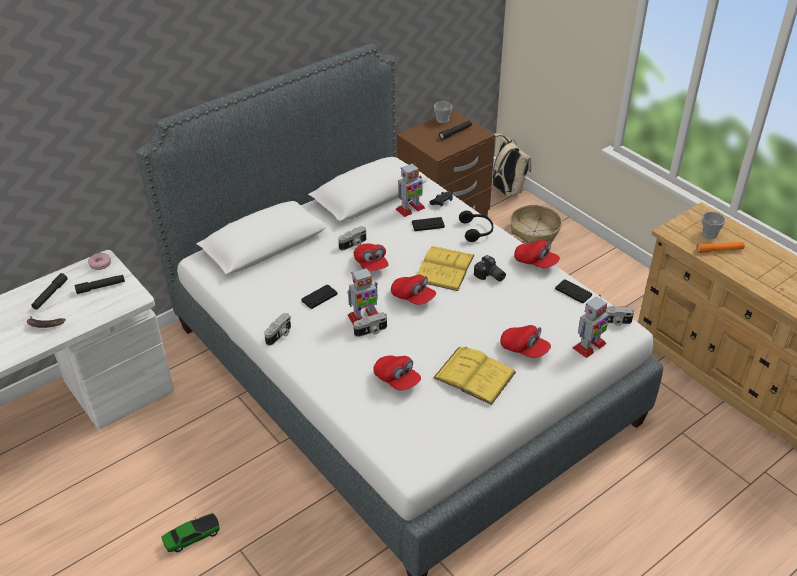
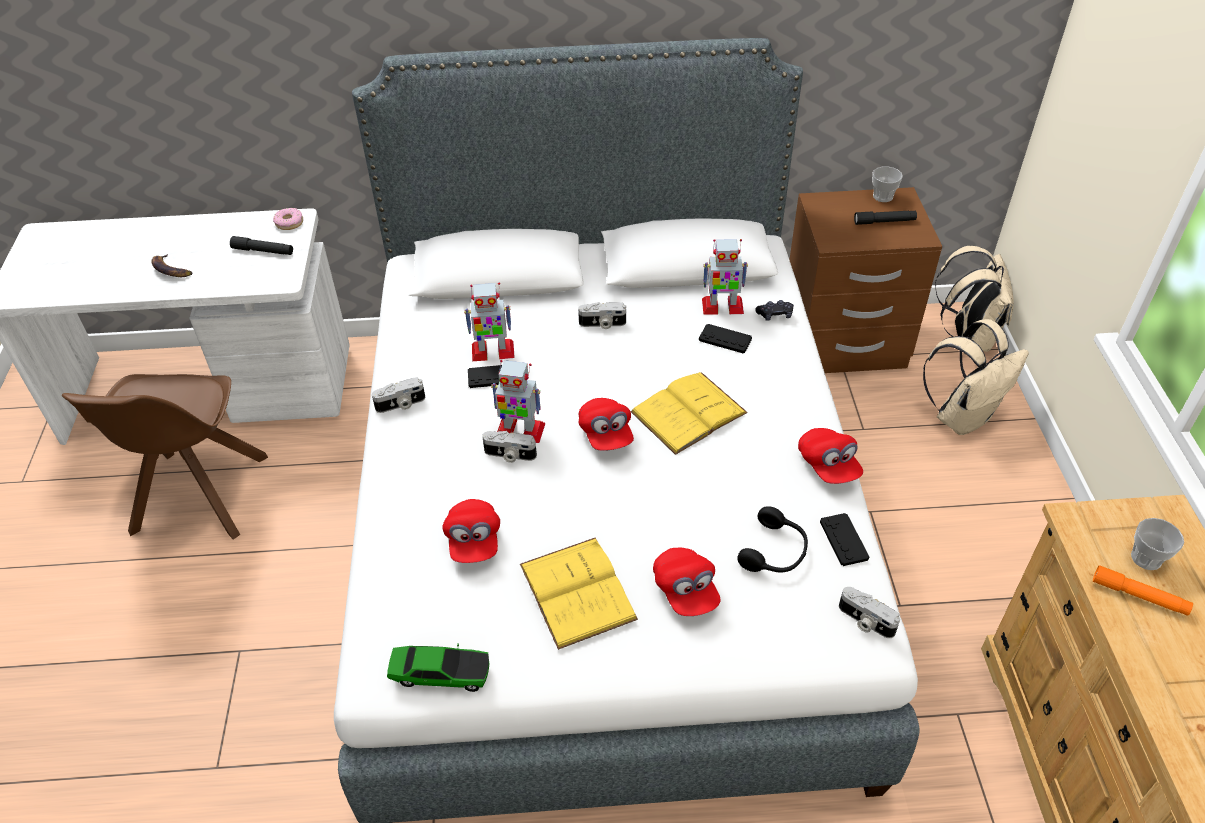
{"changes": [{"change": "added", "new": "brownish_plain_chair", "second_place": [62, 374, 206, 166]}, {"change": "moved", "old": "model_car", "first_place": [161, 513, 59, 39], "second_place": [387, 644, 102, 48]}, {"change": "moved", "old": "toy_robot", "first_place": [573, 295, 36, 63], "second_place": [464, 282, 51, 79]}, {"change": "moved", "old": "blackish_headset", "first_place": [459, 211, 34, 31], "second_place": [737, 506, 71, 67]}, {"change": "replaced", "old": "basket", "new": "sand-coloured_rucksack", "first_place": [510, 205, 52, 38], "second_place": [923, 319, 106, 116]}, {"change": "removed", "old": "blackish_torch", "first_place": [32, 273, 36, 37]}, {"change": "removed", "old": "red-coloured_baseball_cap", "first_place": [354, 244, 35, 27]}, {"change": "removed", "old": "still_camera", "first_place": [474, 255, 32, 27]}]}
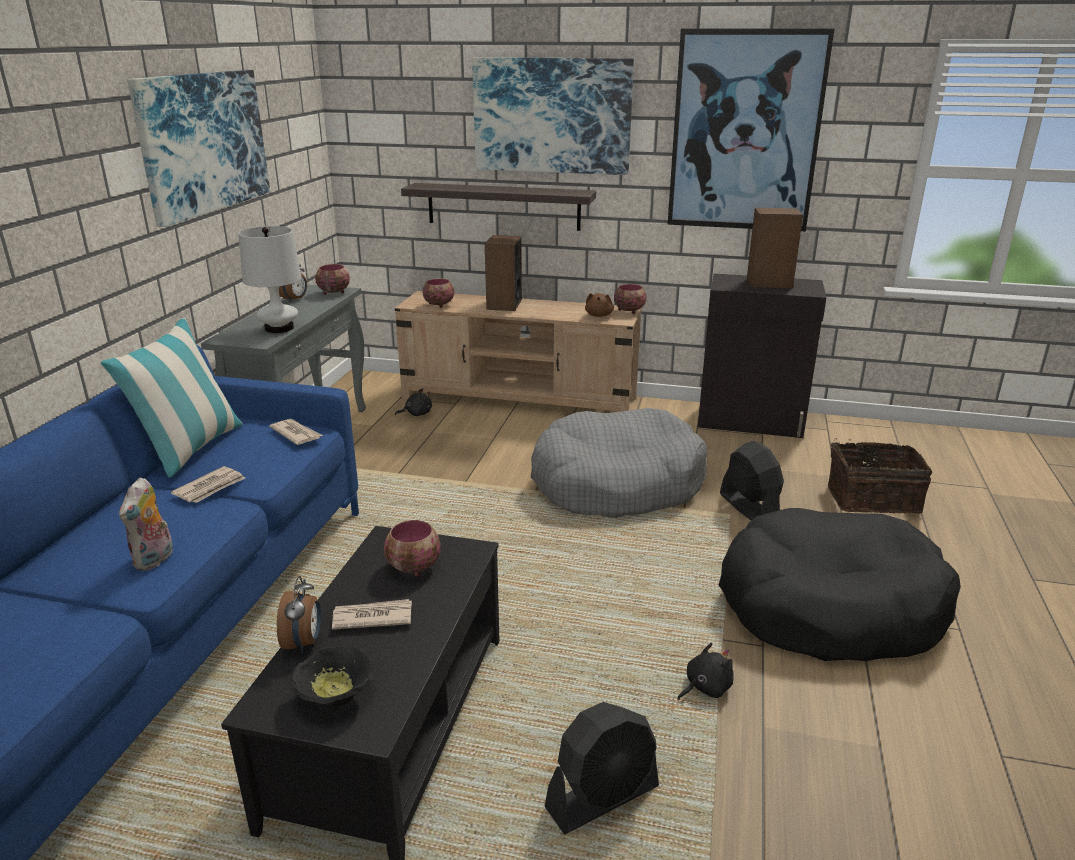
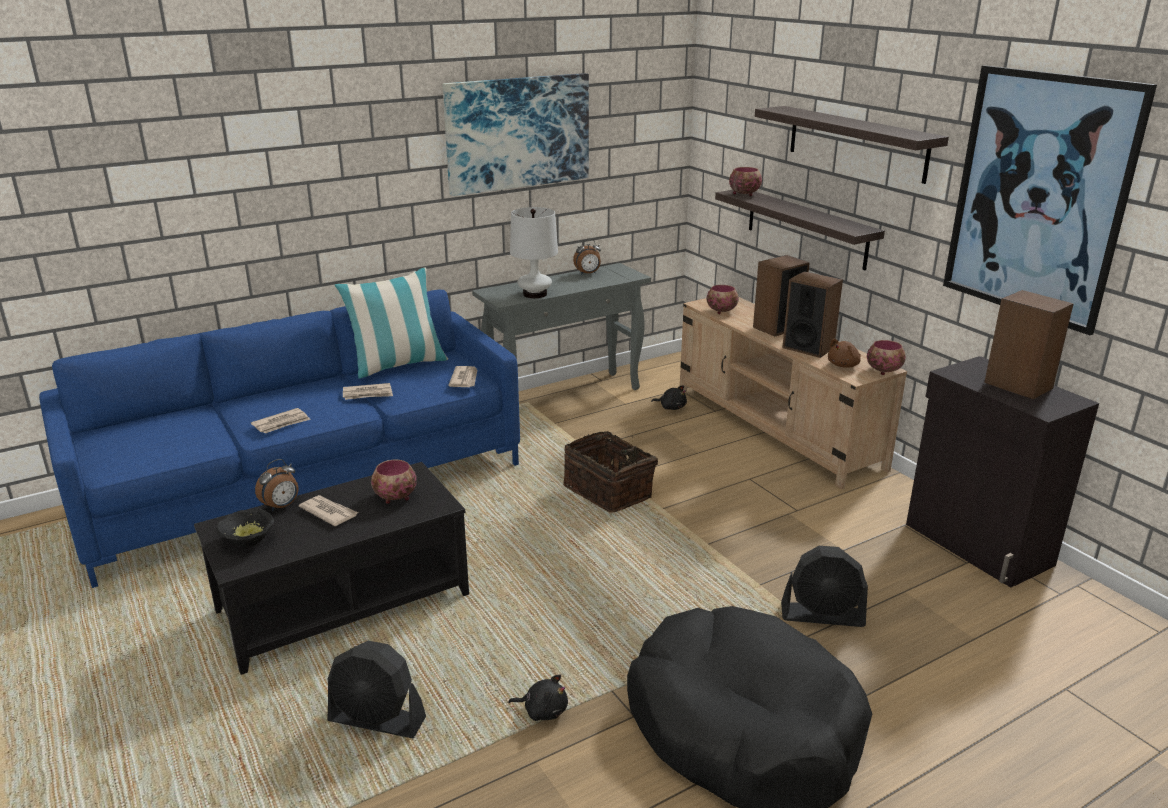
{"changes": [{"change": "replaced", "old": "plush_toy", "new": "printed_paper", "first_place": [119, 477, 54, 94], "second_place": [251, 408, 60, 25]}, {"change": "moved", "old": "basket", "first_place": [828, 438, 104, 76], "second_place": [563, 431, 95, 81]}, {"change": "moved", "old": "serving_bowl", "first_place": [315, 264, 35, 31], "second_place": [729, 167, 33, 29]}, {"change": "replaced", "old": "picture", "new": "shelf", "first_place": [472, 57, 162, 118], "second_place": [755, 106, 194, 78]}, {"change": "turned", "old": "blackish_cooling_fan", "first_place": [720, 441, 64, 80], "second_place": [781, 546, 87, 81], "degrees": 75}, {"change": "added", "new": "audio_speaker", "second_place": [782, 271, 61, 87]}, {"change": "removed", "old": "greyish_dog_cushion", "first_place": [531, 408, 177, 110]}]}
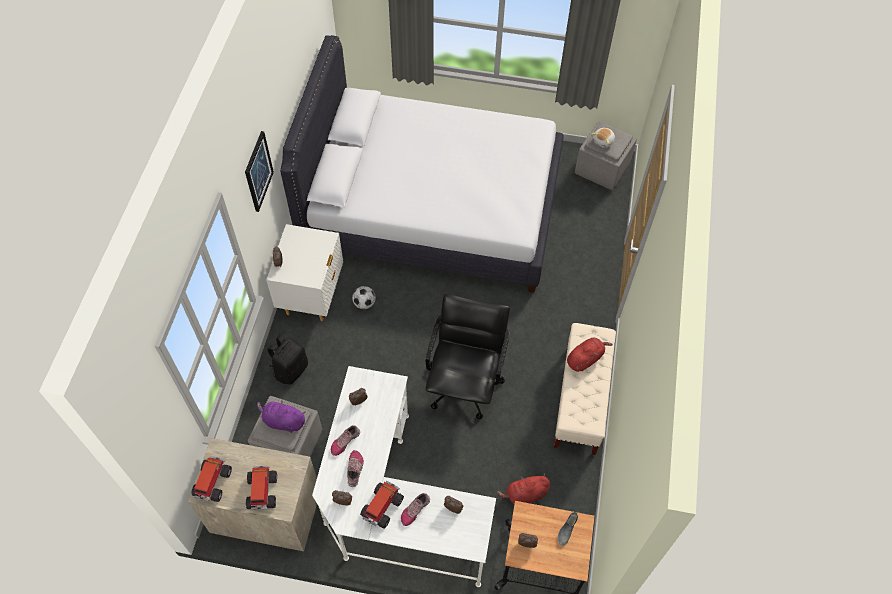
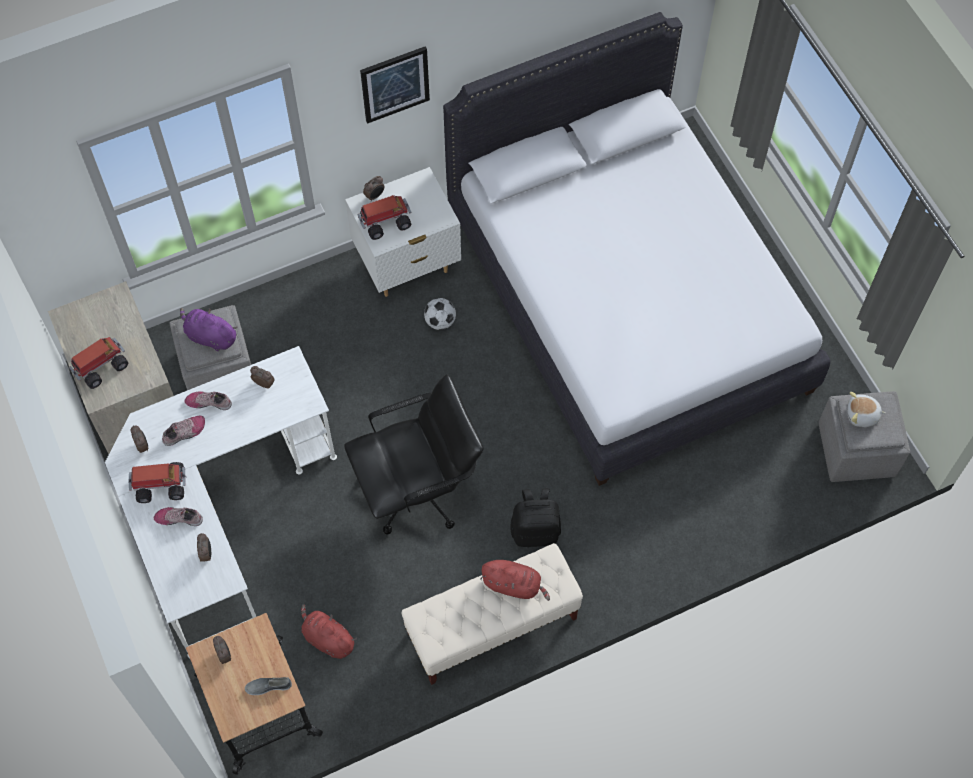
{"changes": [{"change": "turned", "old": "purplish_plush_toy", "first_place": [257, 400, 49, 33], "second_place": [180, 308, 58, 43], "degrees": -45}, {"change": "moved", "old": "toy_lorry", "first_place": [191, 456, 41, 46], "second_place": [357, 195, 54, 45]}, {"change": "moved", "old": "blackish_rucksack", "first_place": [267, 335, 41, 50], "second_place": [510, 488, 51, 59]}]}
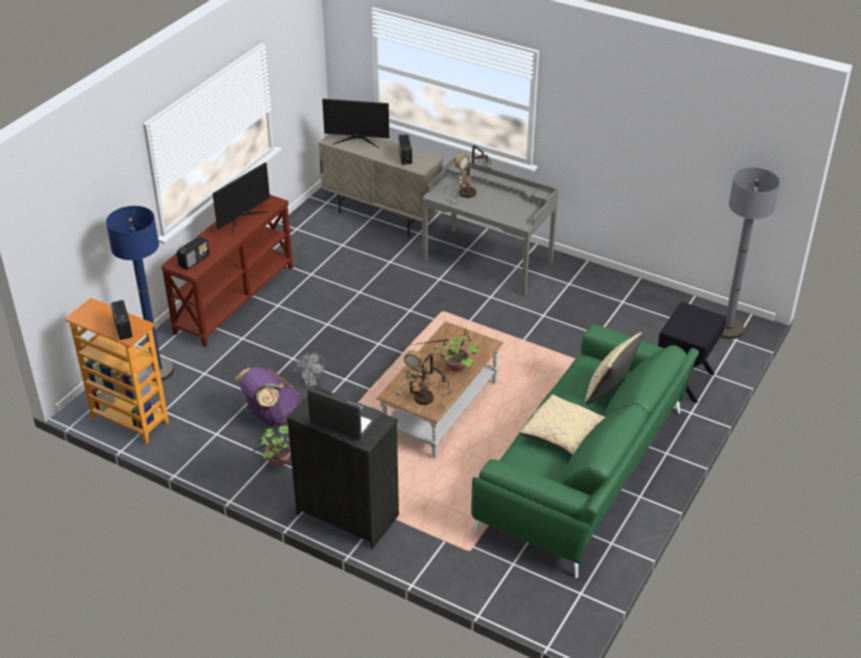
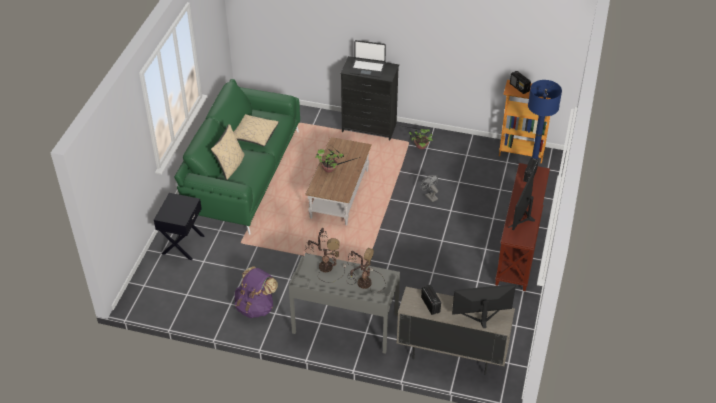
{"changes": [{"change": "moved", "old": "purplish_rucksack", "first_place": [235, 367, 65, 59], "second_place": [234, 266, 44, 52]}, {"change": "moved", "old": "tabletop_lamp", "first_place": [396, 350, 54, 55], "second_place": [305, 228, 41, 55]}, {"change": "removed", "old": "greyish_floor_lamp", "first_place": [721, 167, 59, 172]}]}
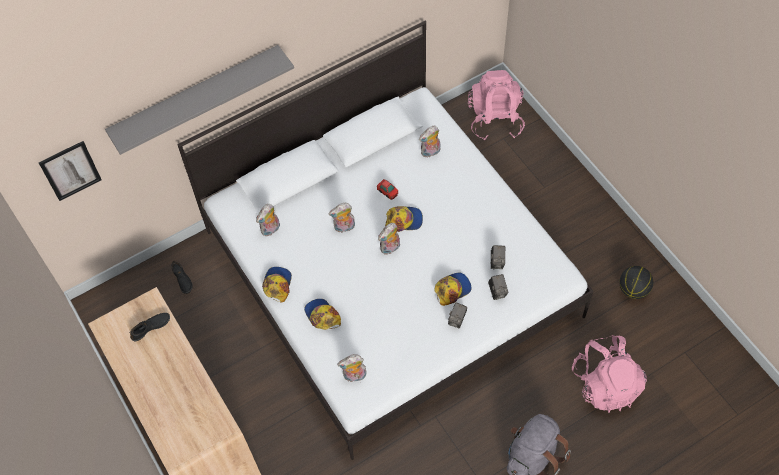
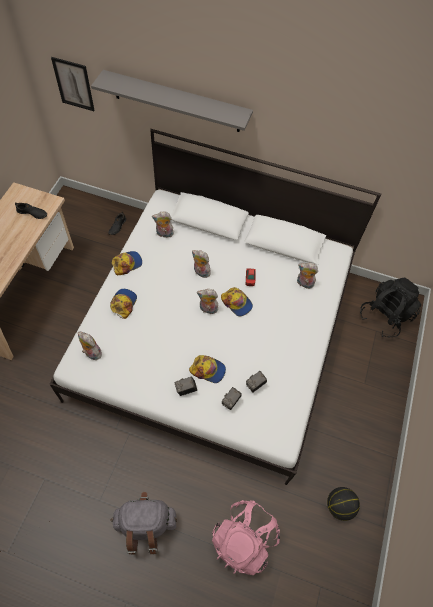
{"changes": [{"change": "recoloured", "old": "pinkish_rucksack", "new": "blackish_rucksack", "first_place": [468, 70, 57, 70], "second_place": [360, 277, 61, 61]}]}
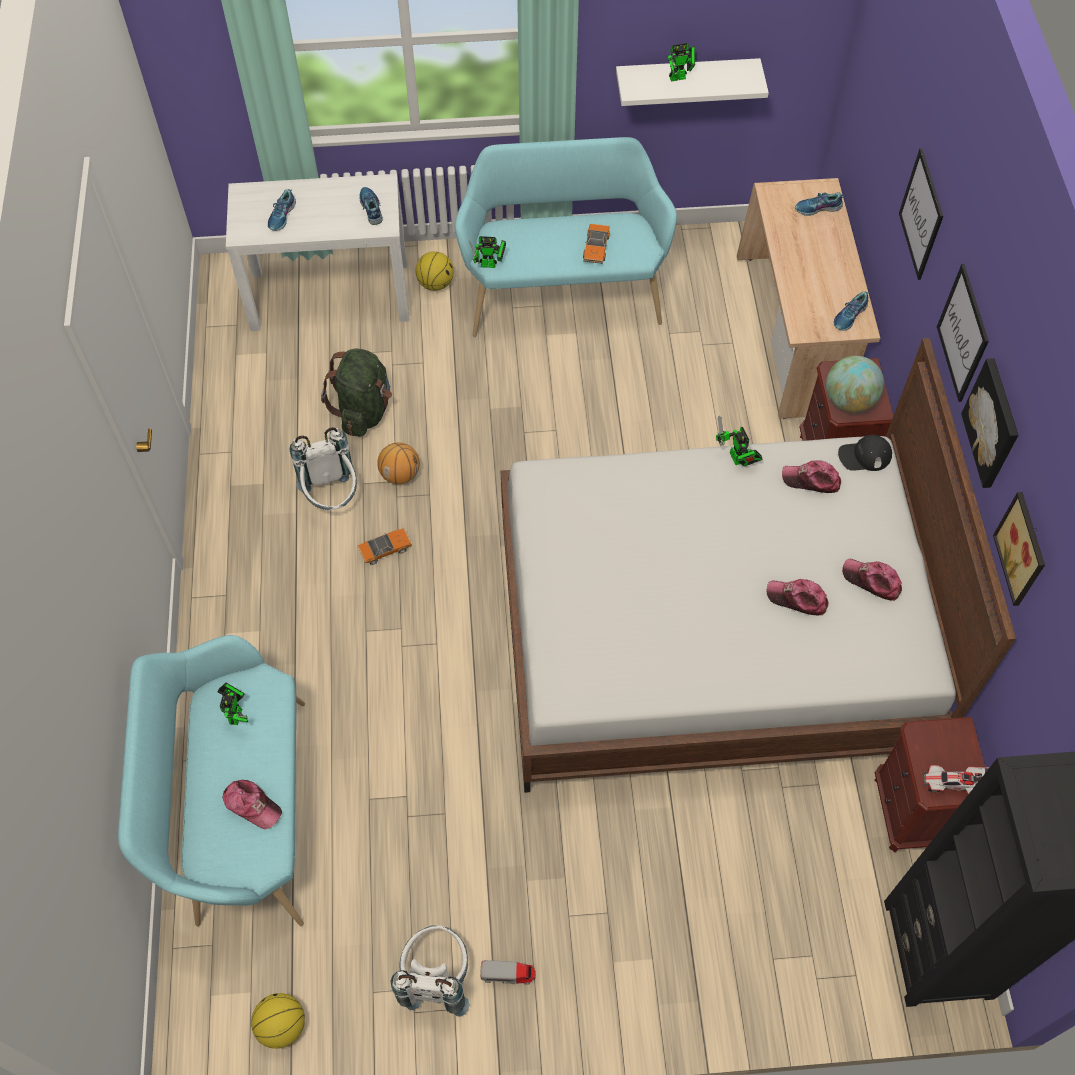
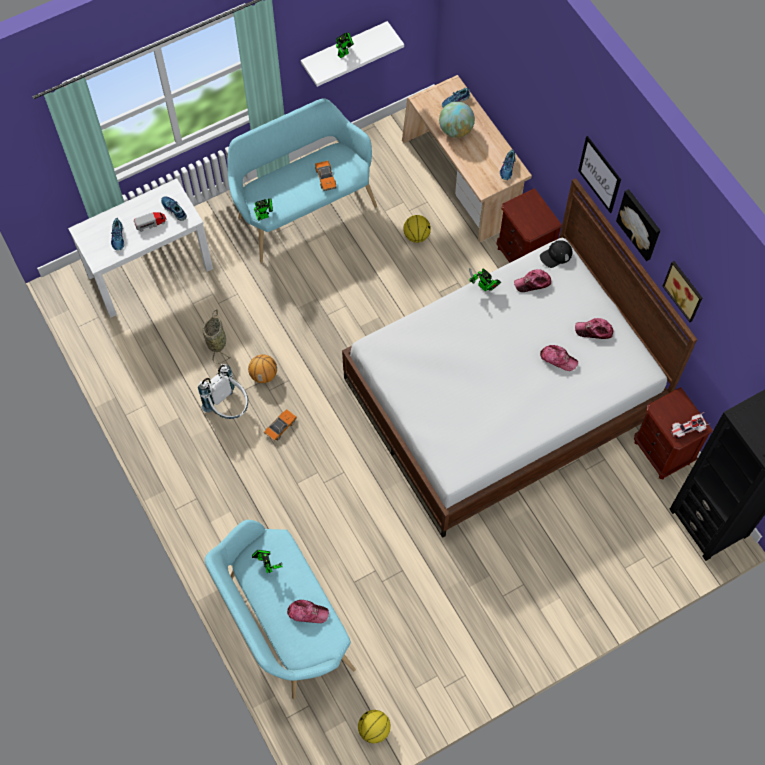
{"changes": [{"change": "moved", "old": "toy_lorry", "first_place": [480, 960, 56, 25], "second_place": [134, 212, 32, 20]}, {"change": "replaced", "old": "green_rucksack", "new": "basket", "first_place": [321, 349, 71, 88], "second_place": [203, 310, 28, 54]}, {"change": "moved", "old": "basketball", "first_place": [415, 251, 39, 40], "second_place": [403, 215, 28, 28]}, {"change": "moved", "old": "desk_globe", "first_place": [826, 356, 58, 57], "second_place": [439, 101, 36, 37]}, {"change": "turned", "old": "baseball_cap", "first_place": [767, 579, 62, 36], "second_place": [540, 345, 38, 26], "degrees": -150}, {"change": "removed", "old": "whitish_rucksack", "first_place": [391, 925, 79, 92]}, {"change": "removed", "old": "picture", "first_place": [899, 148, 44, 132]}]}
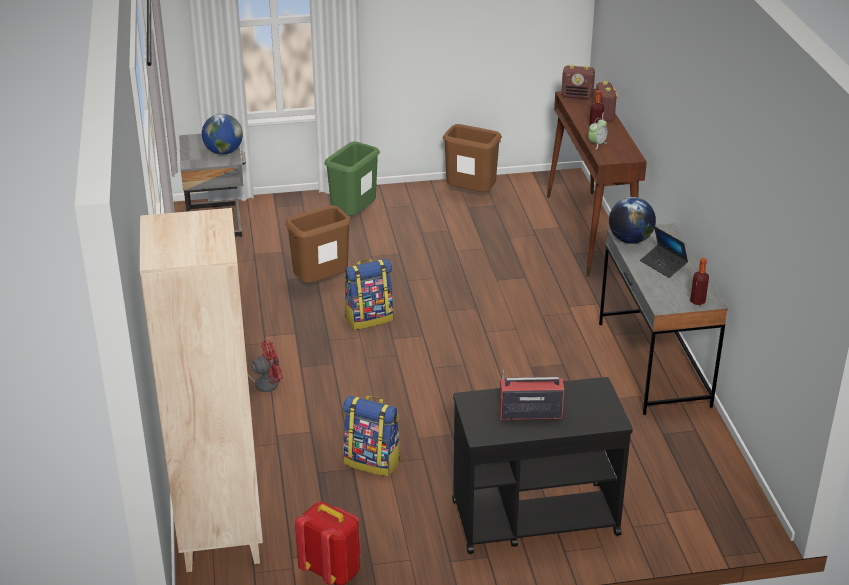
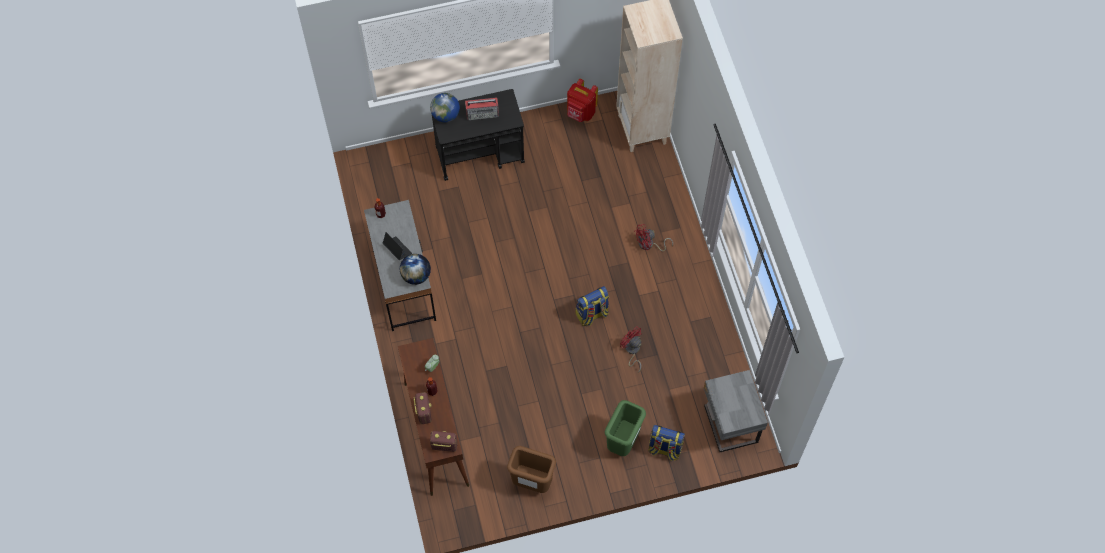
{"changes": [{"change": "moved", "old": "desk_globe", "first_place": [202, 114, 41, 41], "second_place": [430, 93, 30, 29]}, {"change": "replaced", "old": "brownish_waste_bin", "new": "red-coloured_cooling_fan", "first_place": [285, 205, 66, 78], "second_place": [620, 327, 22, 46]}, {"change": "moved", "old": "rucksack", "first_place": [343, 395, 57, 81], "second_place": [648, 425, 37, 36]}]}
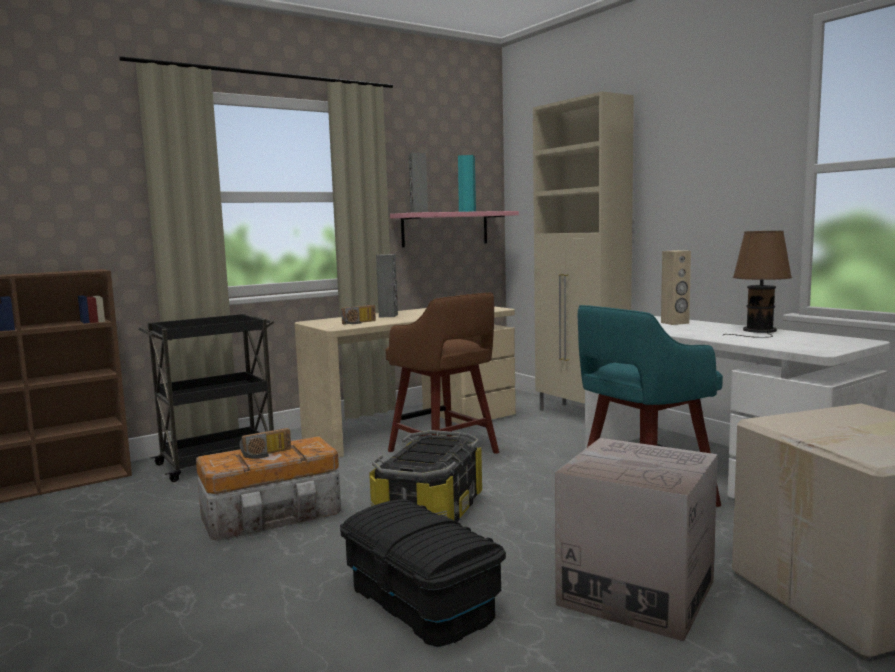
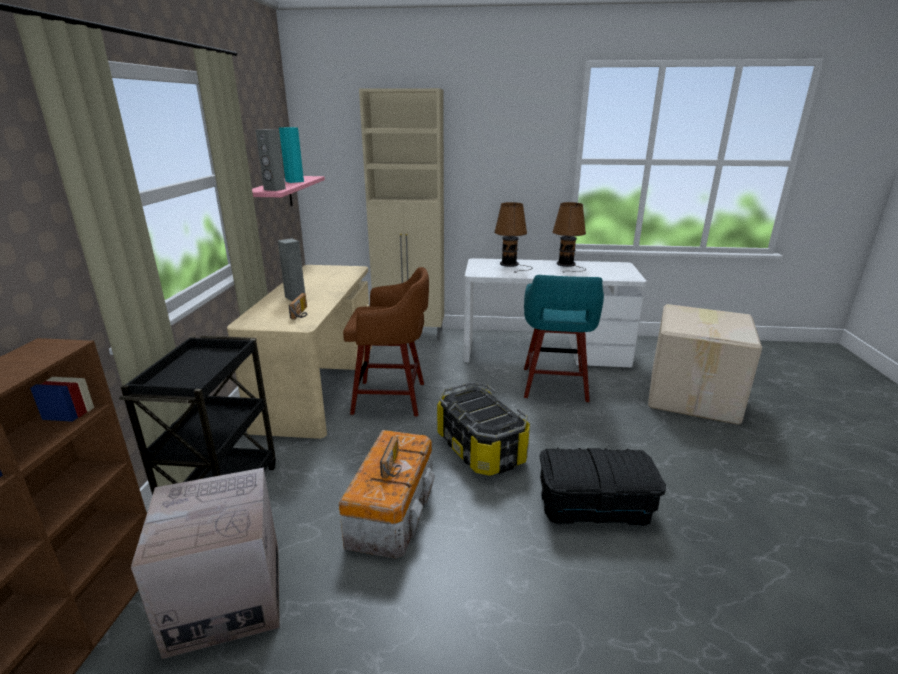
{"changes": [{"change": "moved", "old": "cardboard_box", "first_place": [555, 438, 163, 204], "second_place": [131, 468, 149, 191]}, {"change": "replaced", "old": "sand-coloured_audio_speaker", "new": "brownish_tabletop_lamp", "first_place": [661, 250, 30, 75], "second_place": [494, 202, 37, 71]}]}
